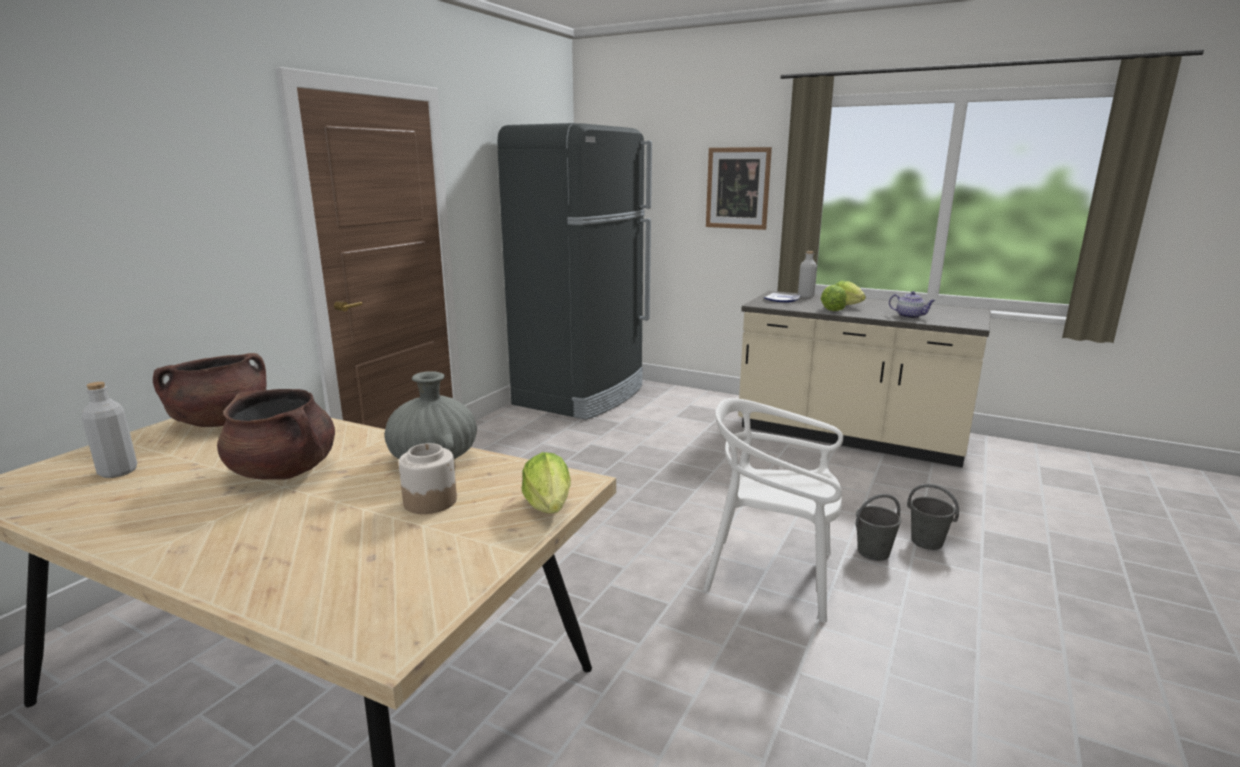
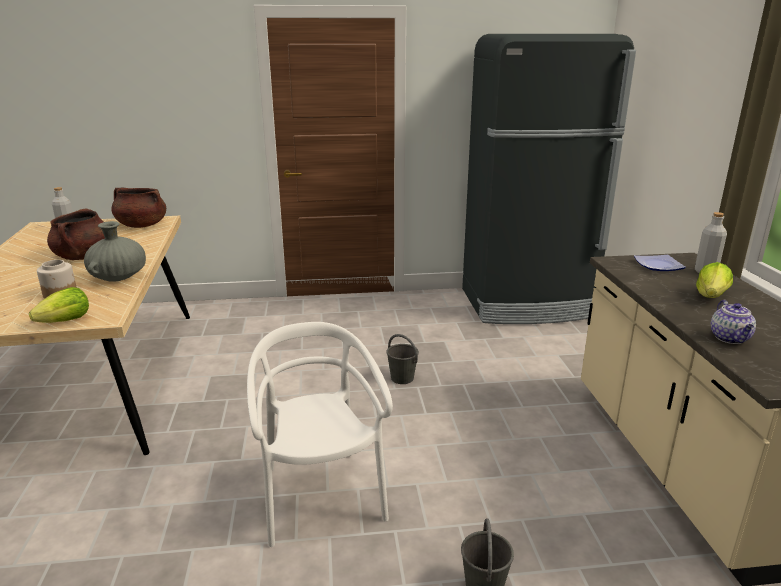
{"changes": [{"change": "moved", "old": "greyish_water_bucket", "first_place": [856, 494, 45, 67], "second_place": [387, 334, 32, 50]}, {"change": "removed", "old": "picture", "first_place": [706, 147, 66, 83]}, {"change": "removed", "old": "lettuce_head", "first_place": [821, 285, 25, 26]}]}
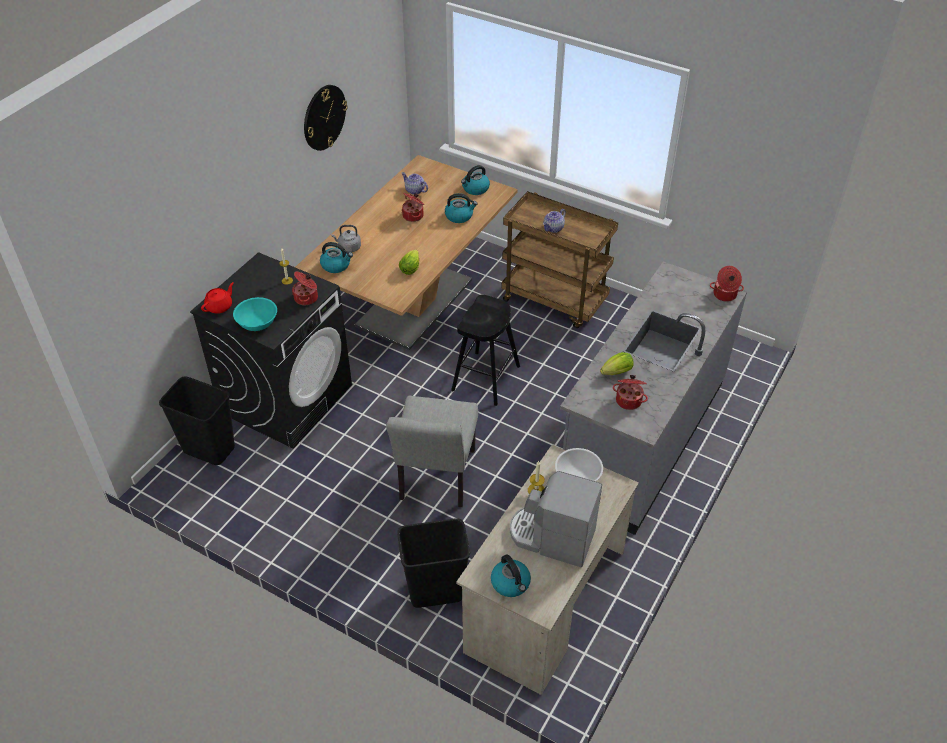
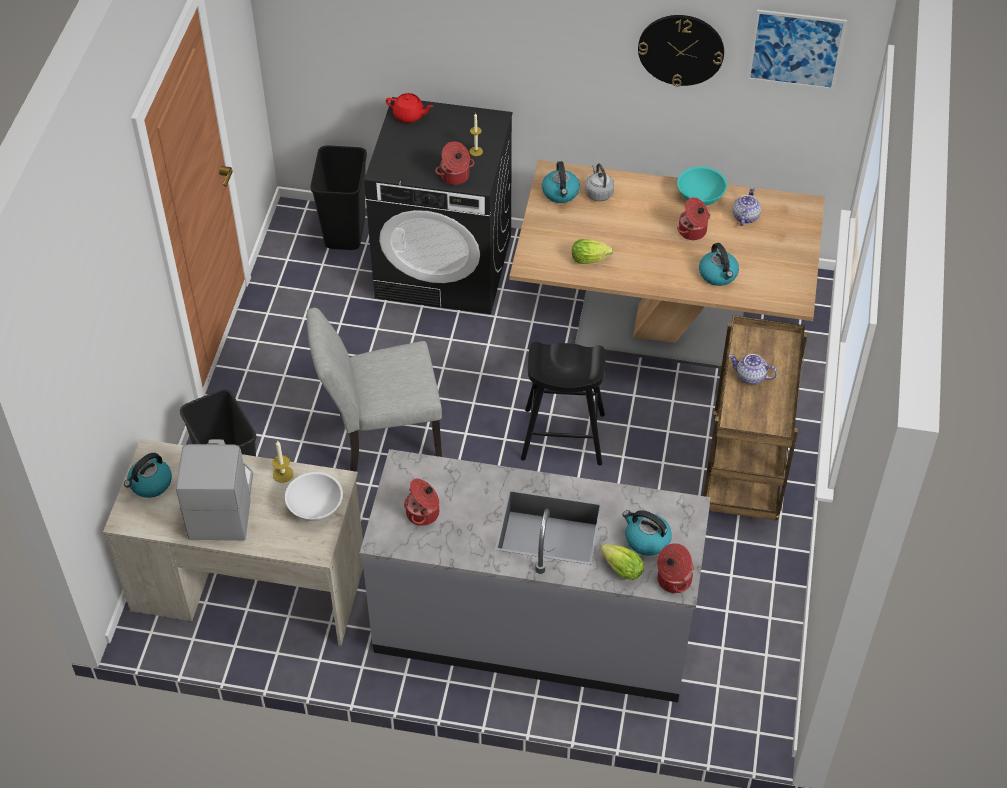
{"changes": [{"change": "moved", "old": "lettuce_head", "first_place": [600, 352, 33, 23], "second_place": [600, 544, 44, 36]}, {"change": "moved", "old": "water_kettle", "first_place": [461, 165, 29, 30], "second_place": [622, 510, 50, 46]}, {"change": "moved", "old": "turquoise-coloured_serving_bowl", "first_place": [233, 297, 44, 34], "second_place": [677, 166, 50, 40]}, {"change": "added", "new": "picture", "second_place": [747, 10, 100, 80]}]}
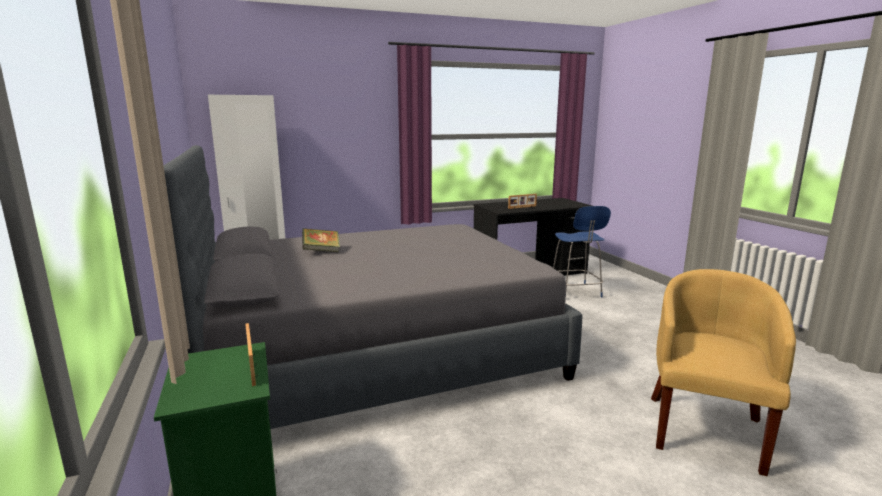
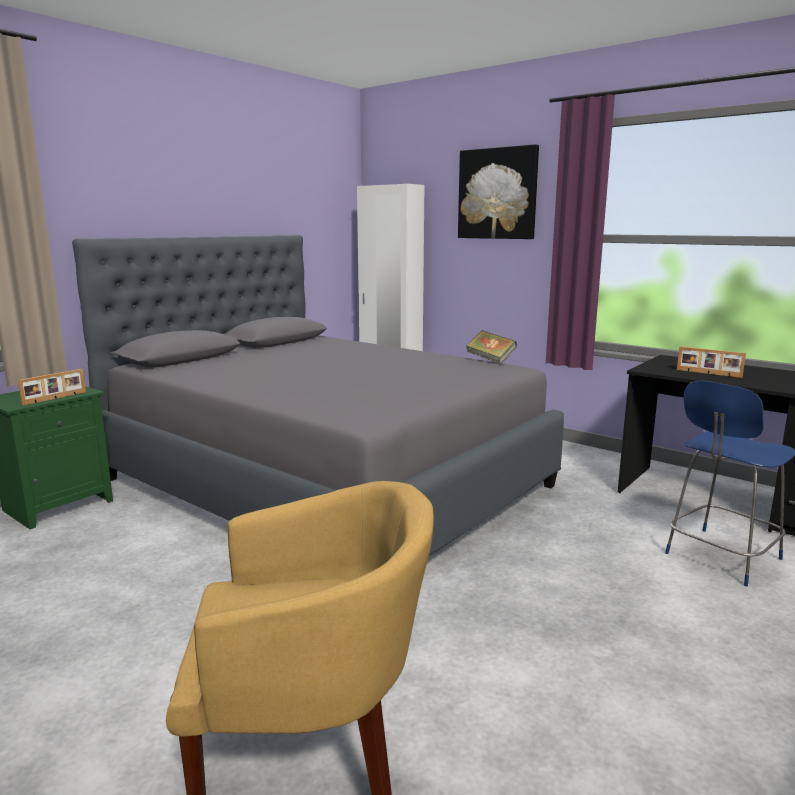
{"changes": [{"change": "added", "new": "picture", "second_place": [458, 144, 81, 95]}, {"change": "moved", "old": "book", "first_place": [302, 228, 38, 24], "second_place": [466, 330, 51, 34]}]}
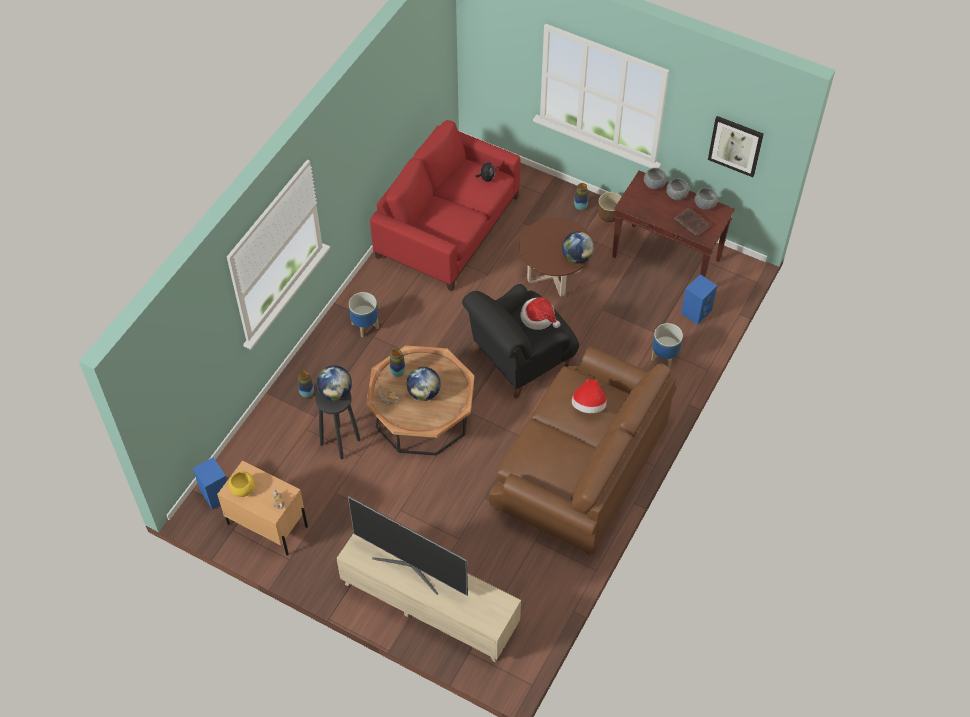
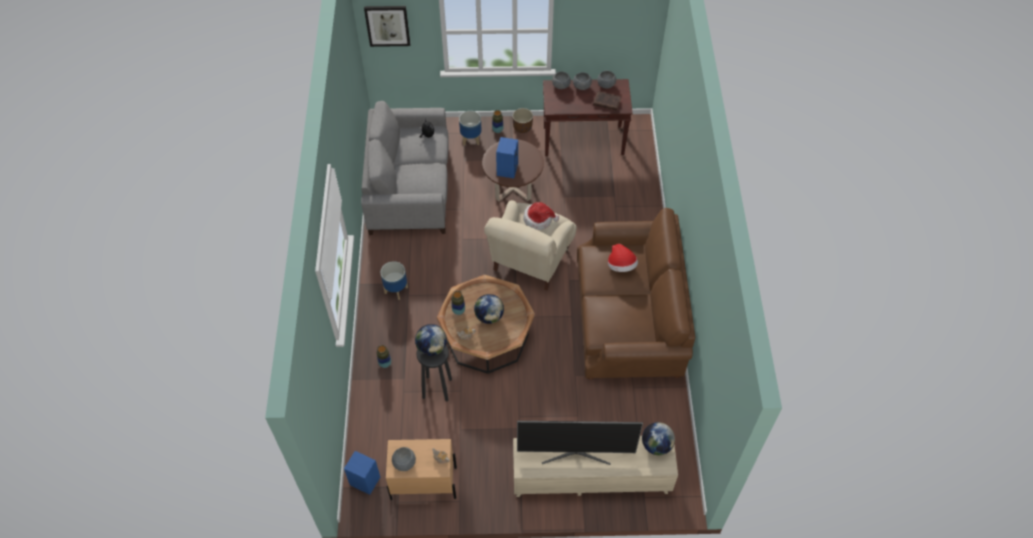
{"changes": [{"change": "recoloured", "old": "red-coloured_settee", "new": "greyish_settee", "first_place": [370, 120, 150, 171], "second_place": [361, 101, 88, 134]}, {"change": "moved", "old": "picture", "first_place": [708, 116, 56, 61], "second_place": [364, 6, 46, 41]}, {"change": "recoloured", "old": "yellow-coloured_serving_bowl", "new": "greyish_serving_bowl", "first_place": [229, 471, 26, 26], "second_place": [392, 447, 24, 24]}, {"change": "moved", "old": "planter", "first_place": [651, 323, 32, 45], "second_place": [459, 111, 23, 34]}, {"change": "recoloured", "old": "blackish_easy_chair", "new": "sand-coloured_easy_chair", "first_place": [462, 284, 117, 115], "second_place": [484, 200, 93, 91]}, {"change": "moved", "old": "bluish_audio_speaker", "first_place": [681, 274, 36, 51], "second_place": [496, 137, 22, 41]}, {"change": "moved", "old": "desk_globe", "first_place": [562, 231, 32, 33], "second_place": [642, 422, 33, 33]}]}
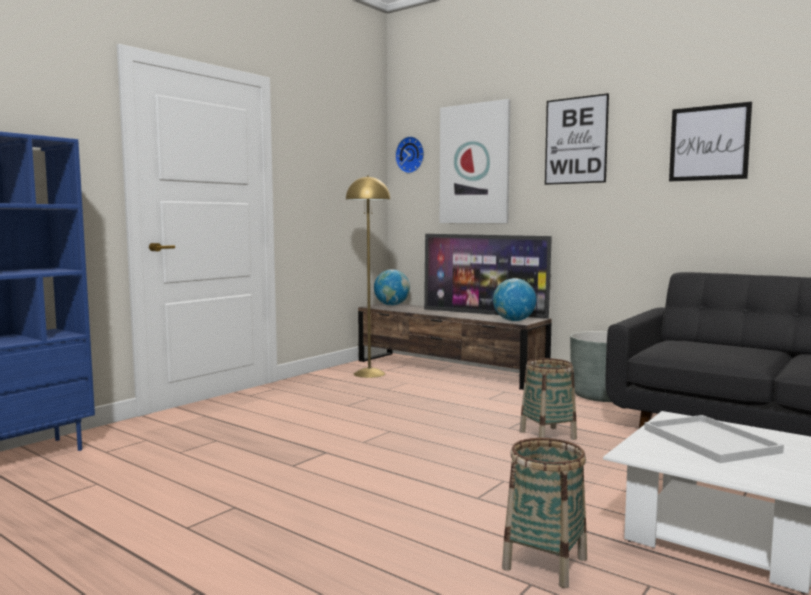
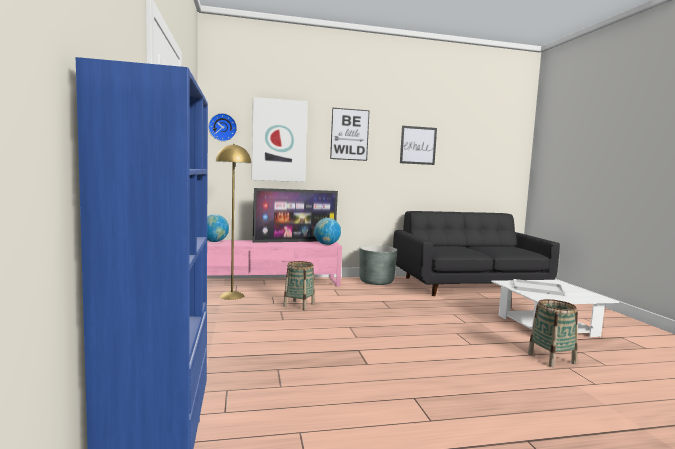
{"changes": [{"change": "recoloured", "old": "brownish_tv_stand", "new": "pinkish_tv_stand", "first_place": [358, 303, 194, 87], "second_place": [207, 240, 135, 47]}, {"change": "moved", "old": "basket", "first_place": [520, 358, 57, 82], "second_place": [283, 261, 32, 49]}]}
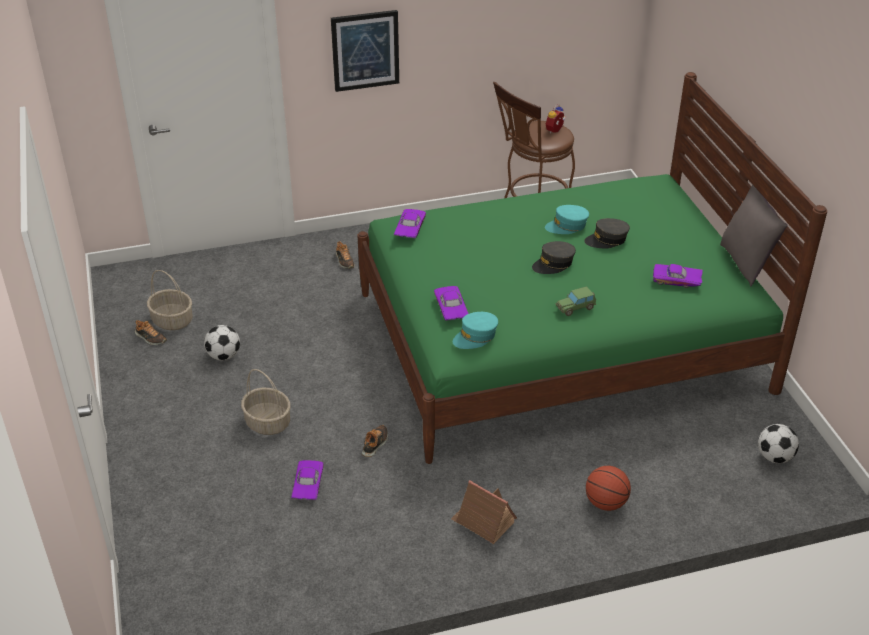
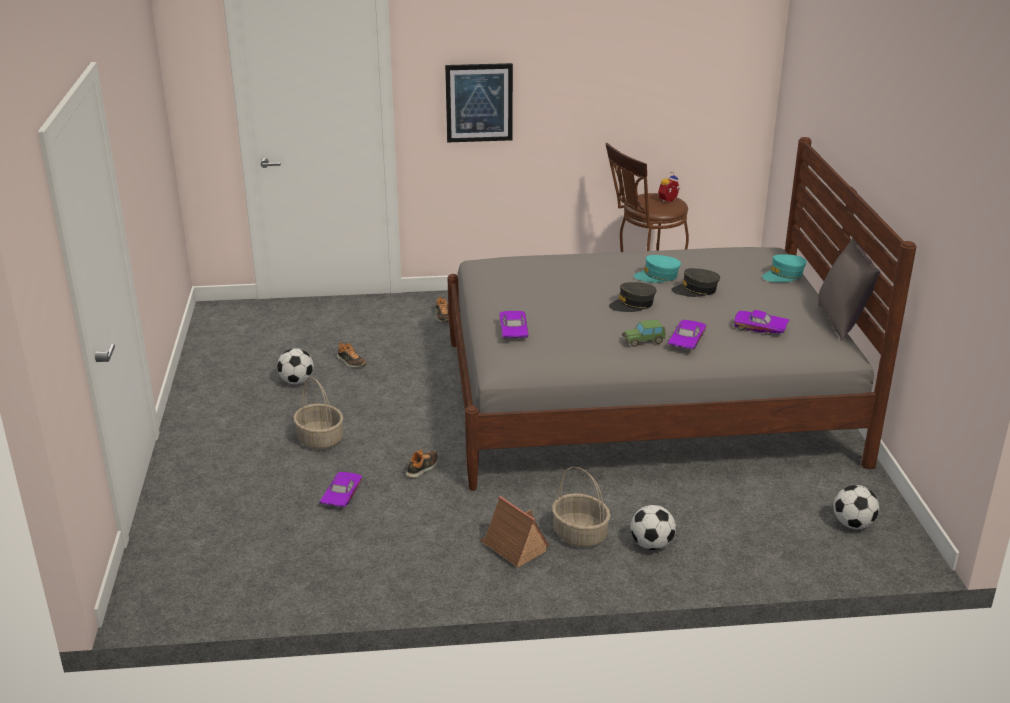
{"changes": [{"change": "moved", "old": "low_shoe", "first_place": [135, 320, 32, 25], "second_place": [337, 343, 30, 25]}, {"change": "recoloured", "old": "green_bed", "new": "greyish_bed", "first_place": [357, 72, 470, 392], "second_place": [448, 137, 469, 354]}, {"change": "moved", "old": "basket", "first_place": [147, 270, 46, 60], "second_place": [552, 467, 58, 80]}, {"change": "replaced", "old": "basketball", "new": "ball_for_football", "first_place": [586, 466, 45, 45], "second_place": [631, 505, 45, 45]}, {"change": "moved", "old": "purplish_model_car", "first_place": [394, 209, 32, 29], "second_place": [667, 320, 39, 30]}, {"change": "moved", "old": "turquoise-coloured_baseball_cap", "first_place": [453, 312, 45, 37], "second_place": [762, 254, 45, 28]}]}
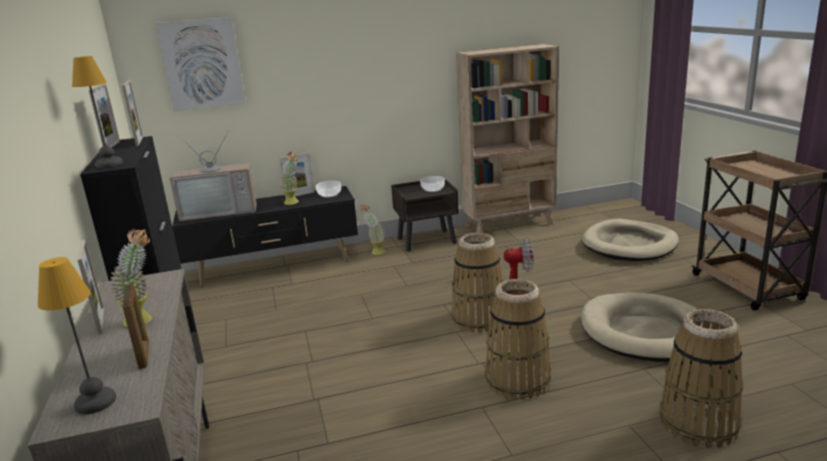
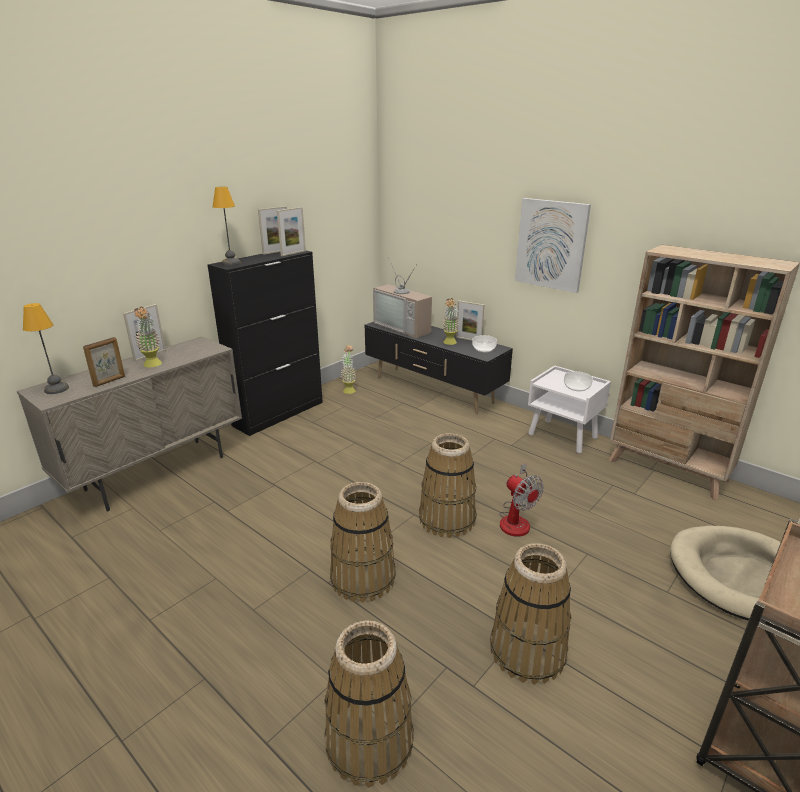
{"changes": [{"change": "moved", "old": "plant_in_a_pot", "first_place": [361, 203, 24, 52], "second_place": [341, 345, 16, 49]}, {"change": "replaced", "old": "sand-coloured_dog_cushion", "new": "basket", "first_place": [581, 293, 131, 69], "second_place": [490, 543, 81, 141]}, {"change": "moved", "old": "picture", "first_place": [156, 17, 90, 94], "second_place": [515, 198, 76, 95]}, {"change": "recoloured", "old": "brownish_bedside_table", "new": "whitish_bedside_table", "first_place": [391, 179, 68, 72], "second_place": [528, 365, 83, 88]}]}
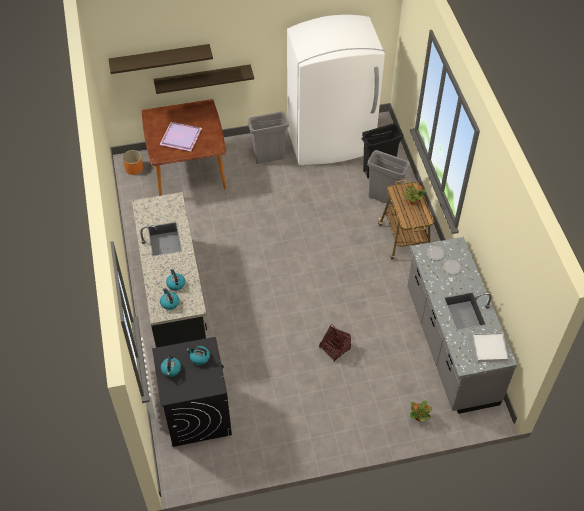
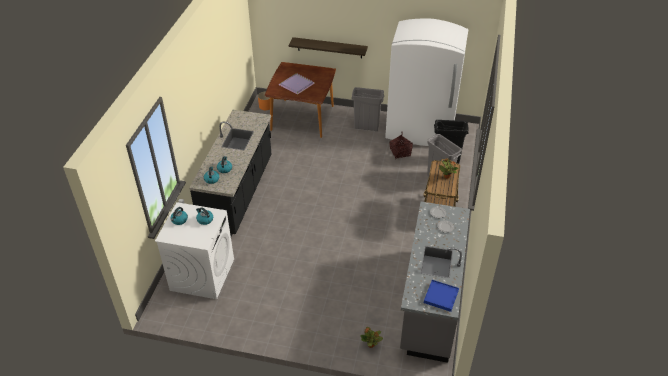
{"changes": [{"change": "recoloured", "old": "blackish_laundry_appliance", "new": "whitish_laundry_appliance", "first_place": [152, 337, 80, 110], "second_place": [155, 202, 79, 97]}, {"change": "moved", "old": "basket", "first_place": [319, 325, 32, 36], "second_place": [390, 133, 23, 26]}, {"change": "recoloured", "old": "whitish_carrying_tray", "new": "bluish_carrying_tray", "first_place": [473, 333, 35, 29], "second_place": [424, 280, 35, 32]}, {"change": "removed", "old": "shelf", "first_place": [108, 44, 105, 30]}]}
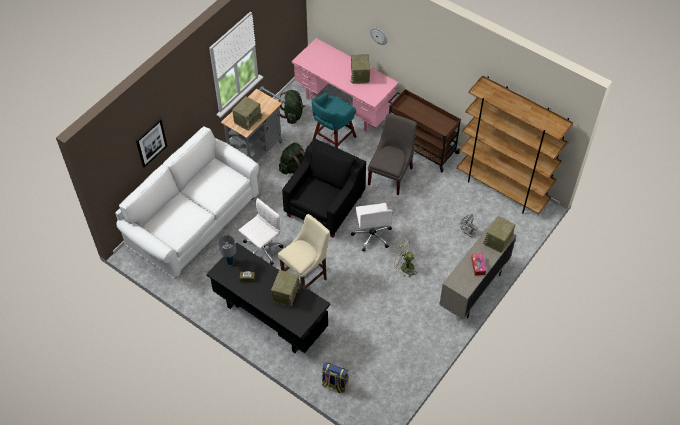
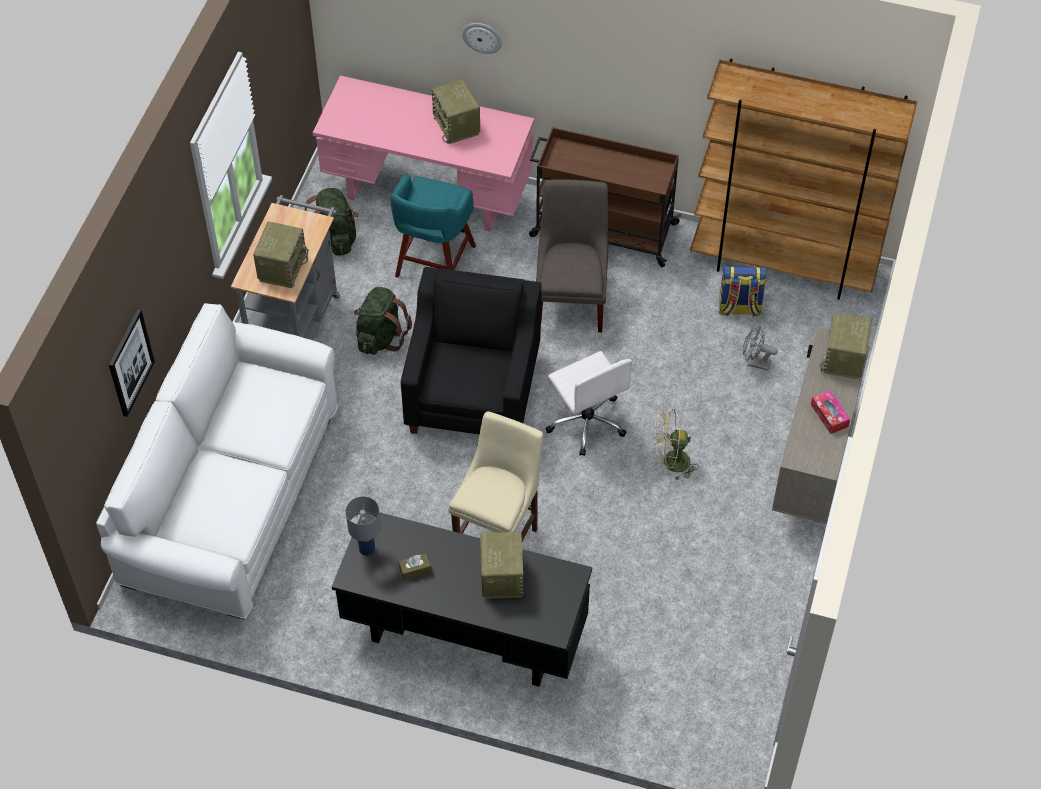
{"changes": [{"change": "moved", "old": "rucksack", "first_place": [322, 362, 27, 31], "second_place": [719, 266, 48, 52]}, {"change": "removed", "old": "whitish_desk_chair", "first_place": [239, 198, 44, 67]}]}
